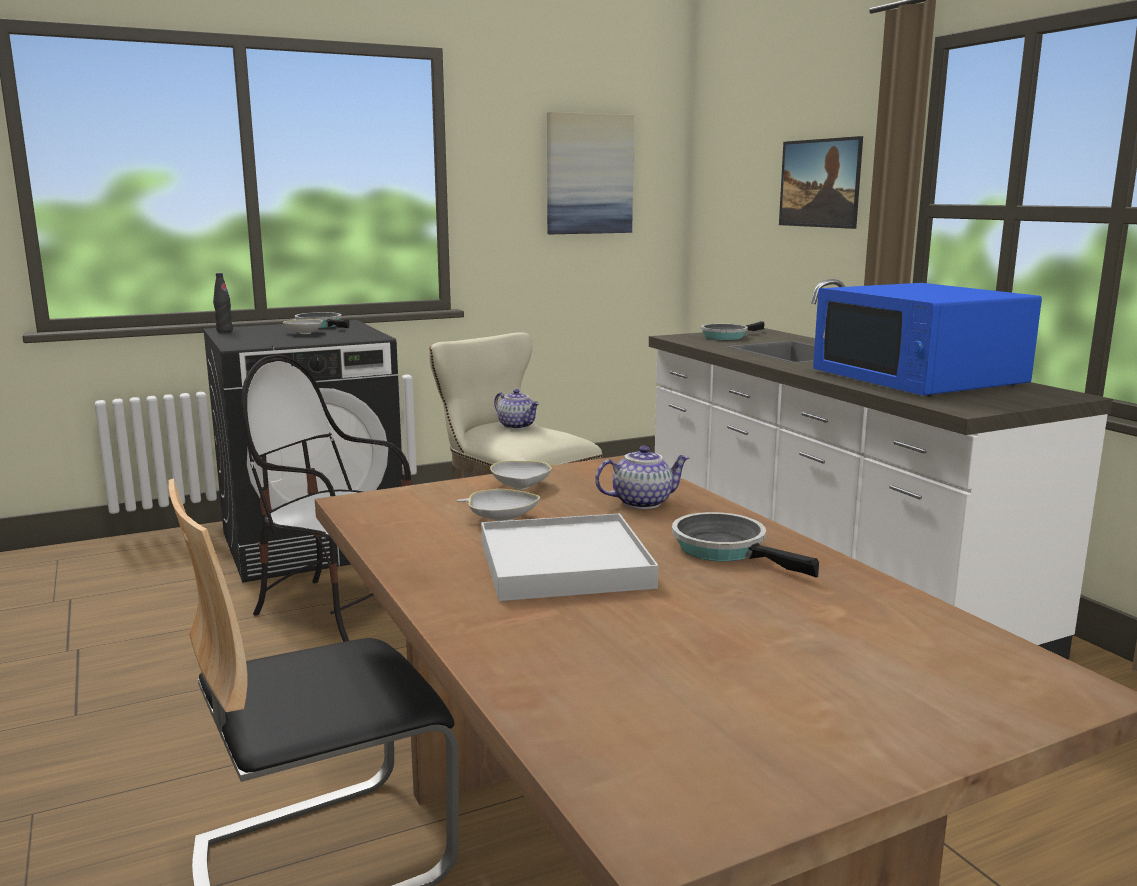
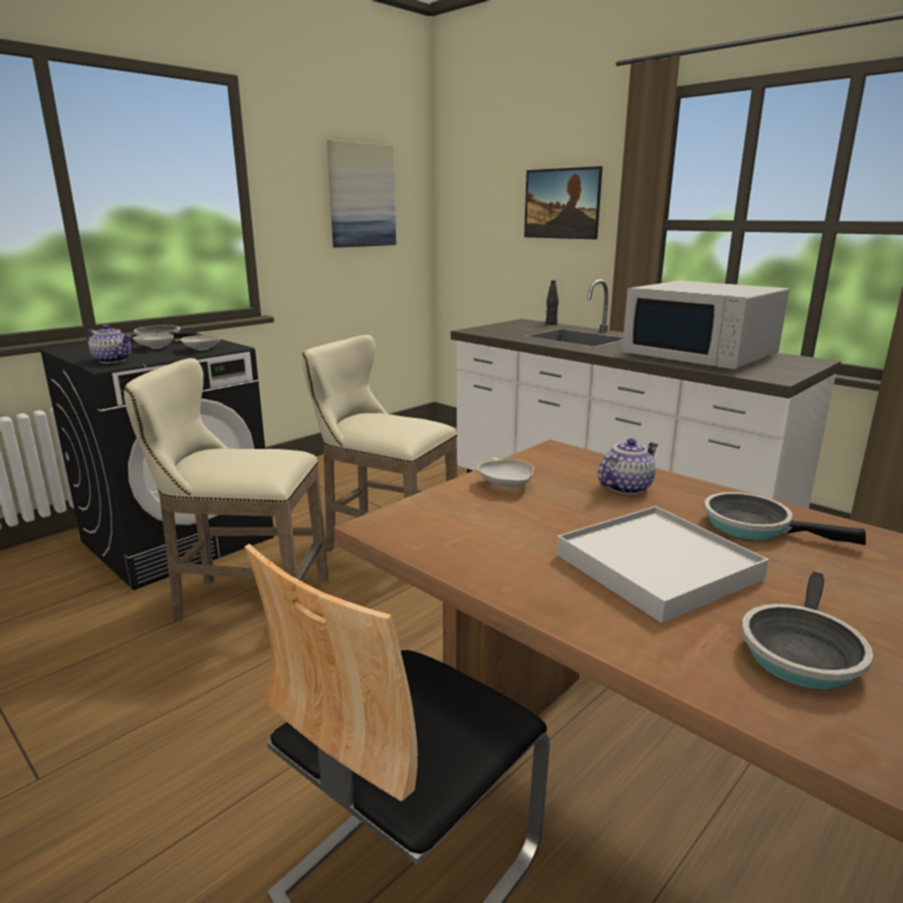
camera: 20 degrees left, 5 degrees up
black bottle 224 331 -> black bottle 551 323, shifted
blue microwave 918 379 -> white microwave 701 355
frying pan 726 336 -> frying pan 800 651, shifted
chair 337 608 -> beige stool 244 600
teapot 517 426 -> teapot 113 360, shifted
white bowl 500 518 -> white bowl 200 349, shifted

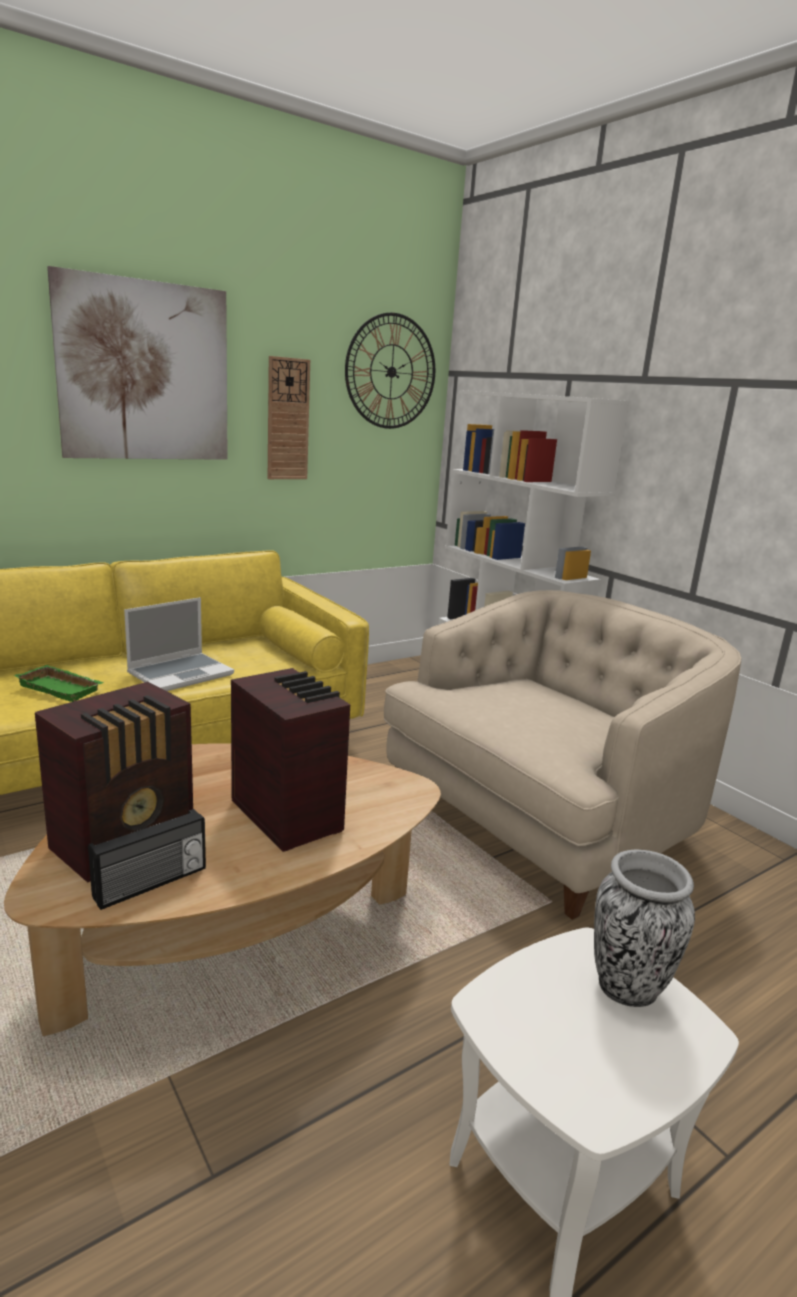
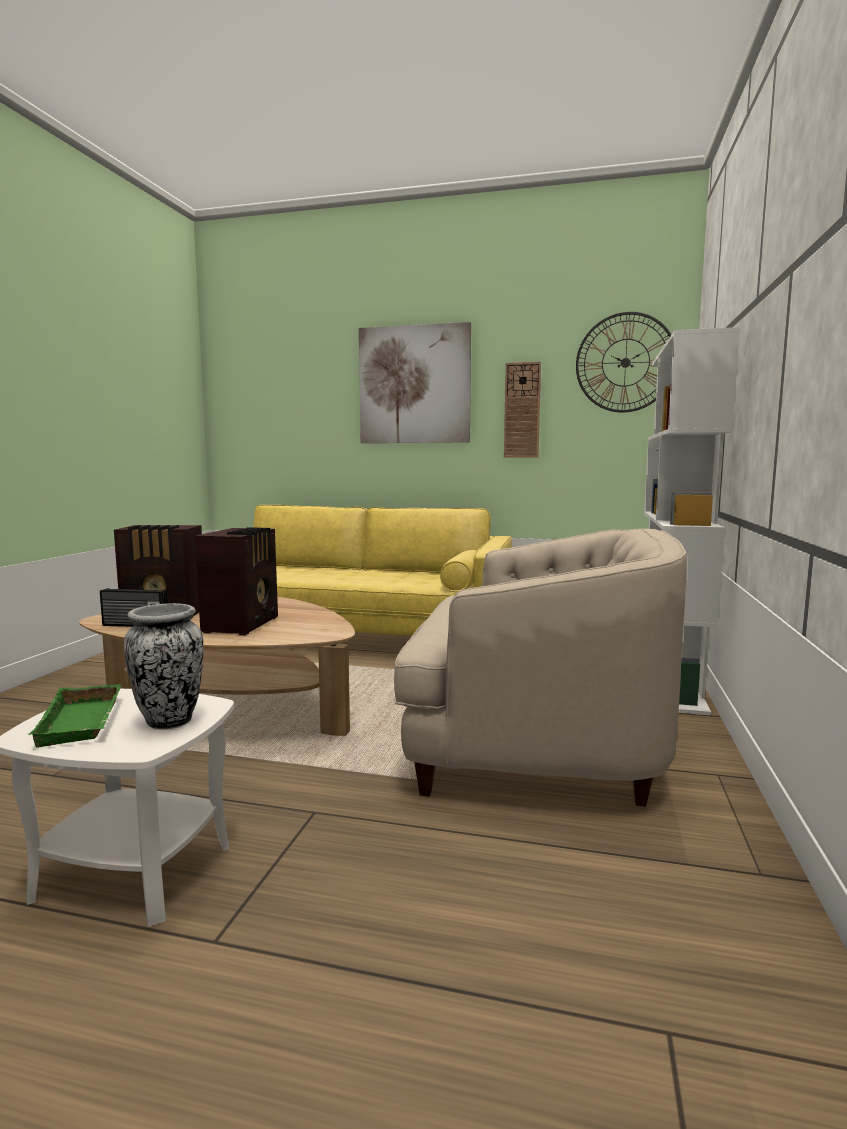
camera: 50 degrees right, 10 degrees down
laptop 181 673 -> none
green tray 62 688 -> green tray 84 722, shifted

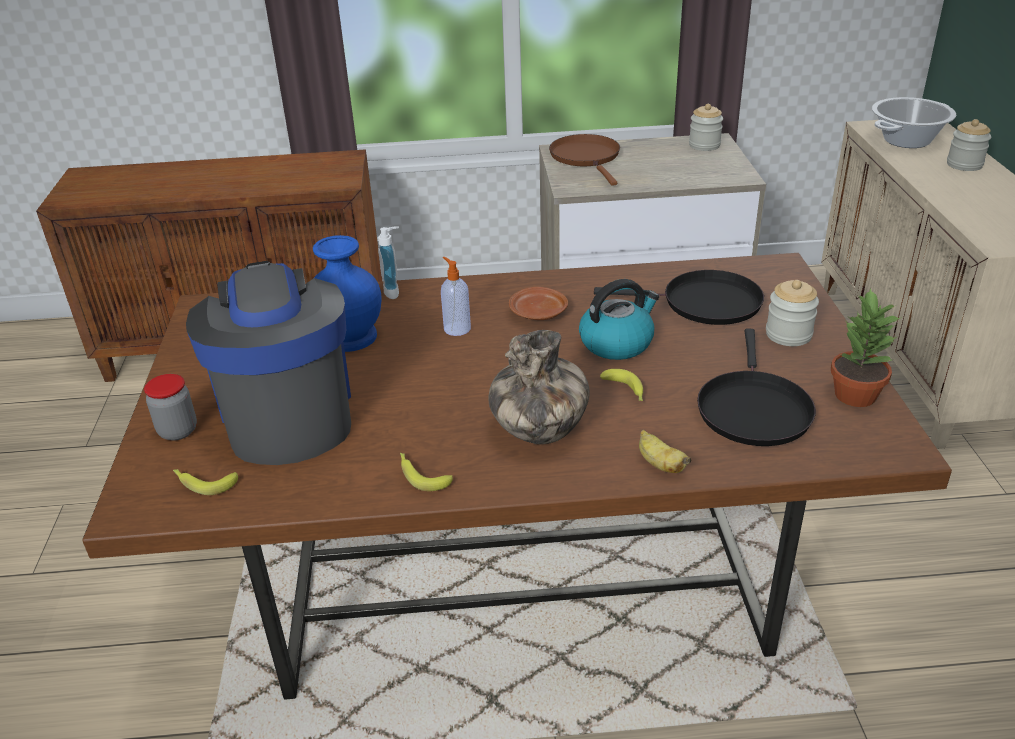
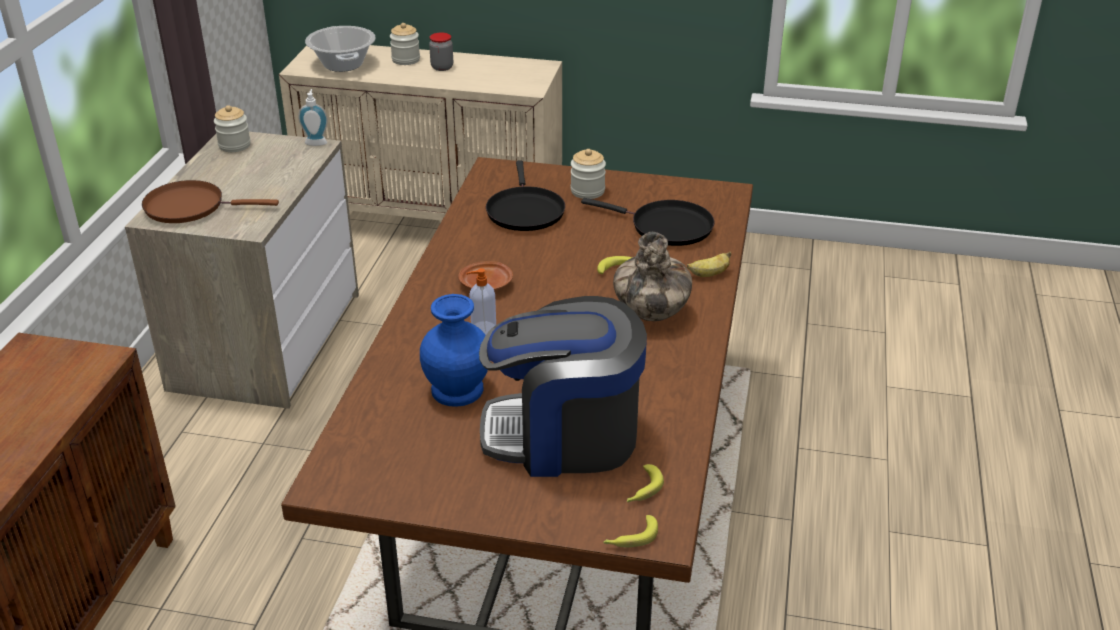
camera: 75 degrees left, 0 degrees up
soap dispenser 394 291 -> soap dispenser 316 142, shifted
black frying pan 704 303 -> black frying pan 524 211, 150 degrees clockwise
kettle 617 342 -> none
potted plant 854 394 -> none
jar 178 431 -> jar 442 67, shifted
banana 421 475 -> banana 630 538, shifted

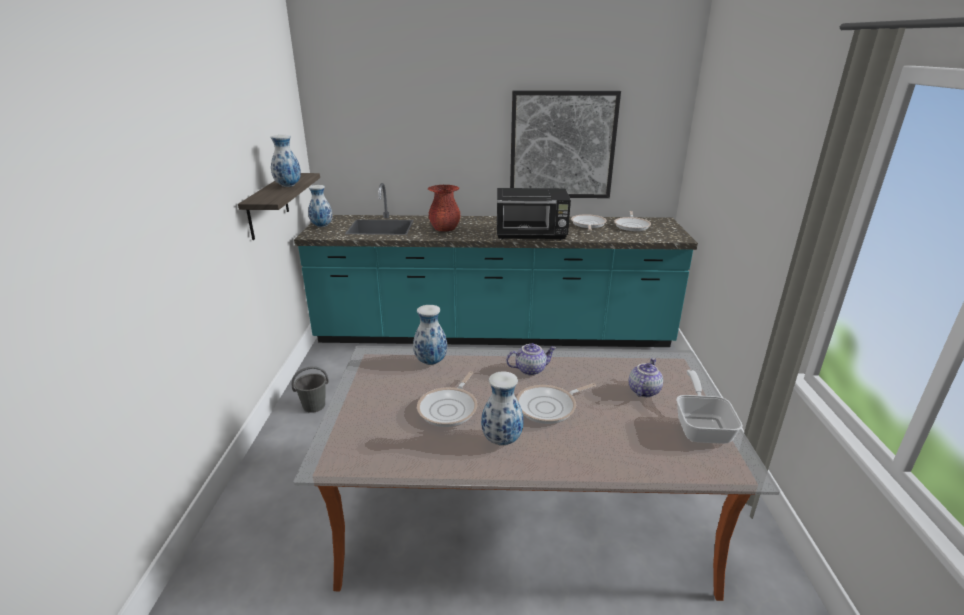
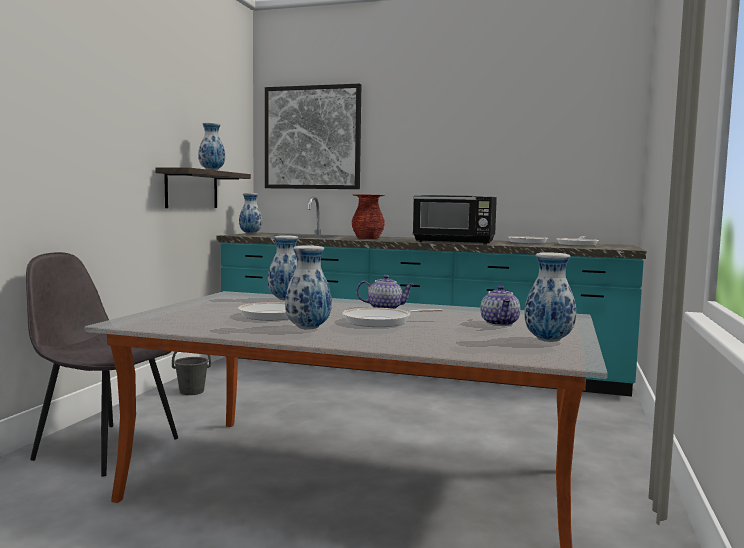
camera: 15 degrees right, 20 degrees down
picture 562 145 -> picture 312 138, shifted
teapot 643 390 -> teapot 500 323, 135 degrees clockwise
frying pan 702 426 -> vase 549 340
none -> grey chair 104 448

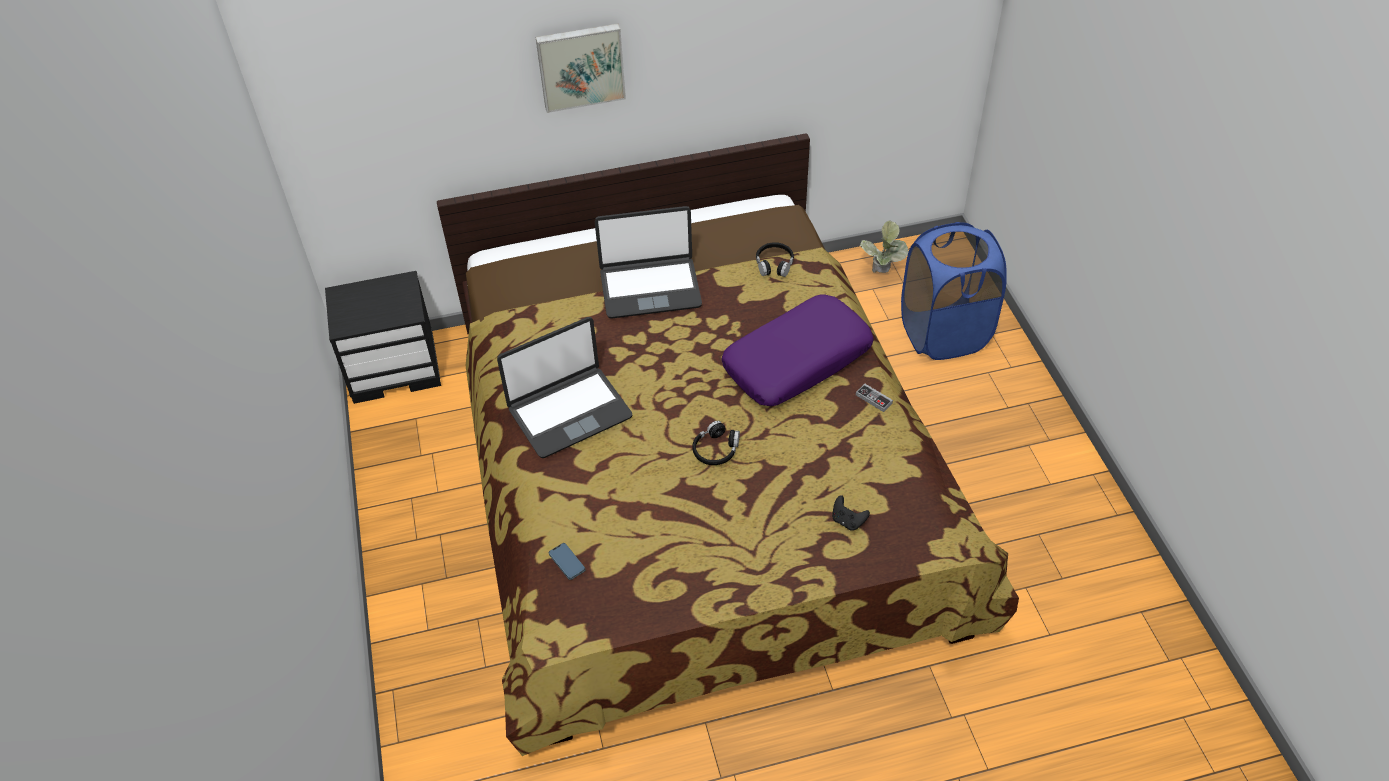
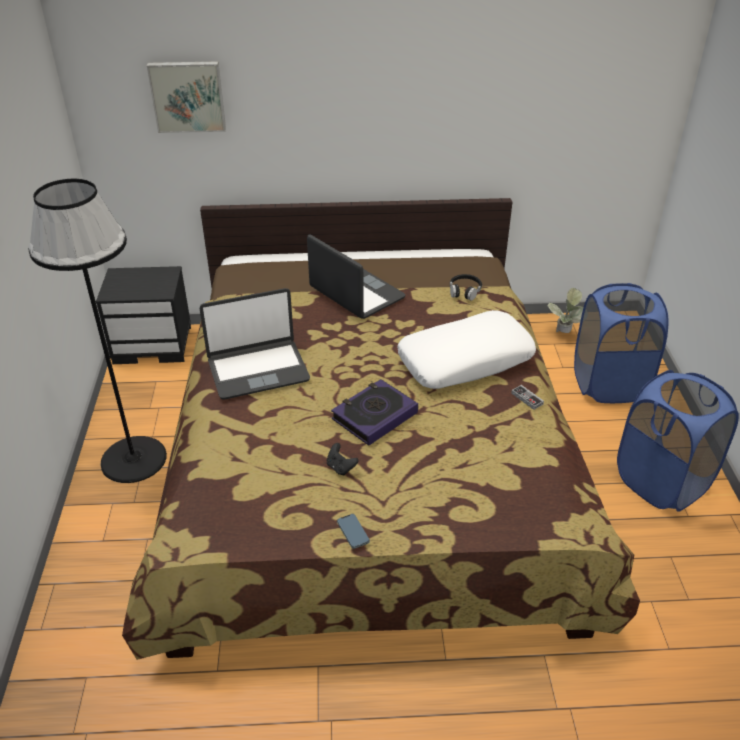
camera: 10 degrees right, 10 degrees down
picture 580 66 -> picture 188 96, shifted
laptop 650 288 -> laptop 356 293, 135 degrees counterclockwise
purple pillow 797 360 -> white pillow 465 360
black headphones 716 450 -> book 374 416
black game controller 848 521 -> black game controller 340 467, shifted
phone 567 562 -> phone 353 532, shifted
none -> black floor lamp 133 459
none -> blue laundry basket 662 482

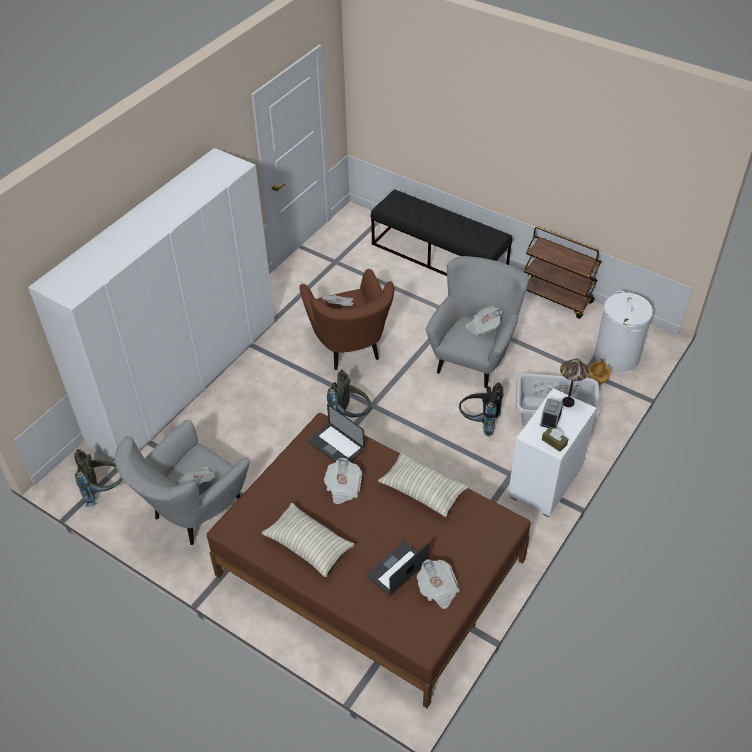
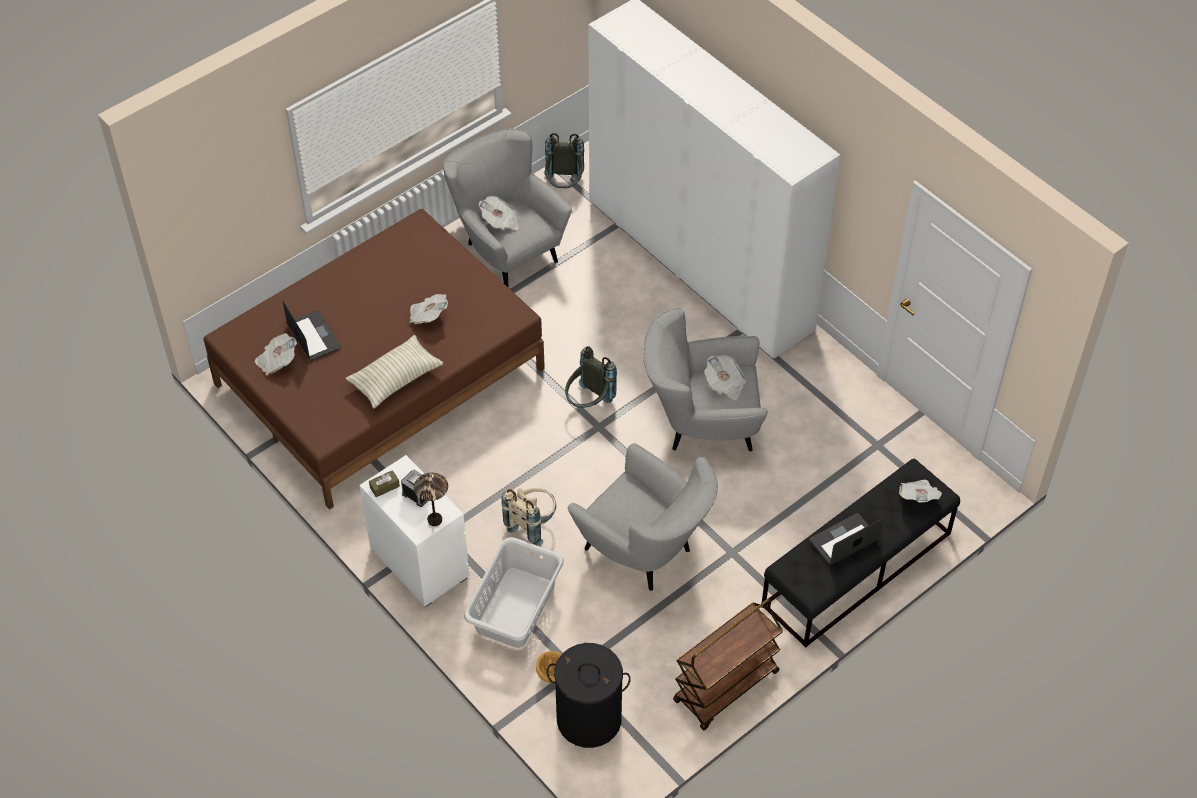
camera: 105 degrees right, 5 degrees up
brown armchair 349 348 -> grey armchair 702 425
white laundry basket 617 356 -> black laundry basket 588 719
newspaper 483 327 -> newspaper 918 497, shifted
black backpack 479 422 -> beige backpack 532 524
laptop 336 446 -> laptop 844 540, shifted
pillow 308 545 -> none

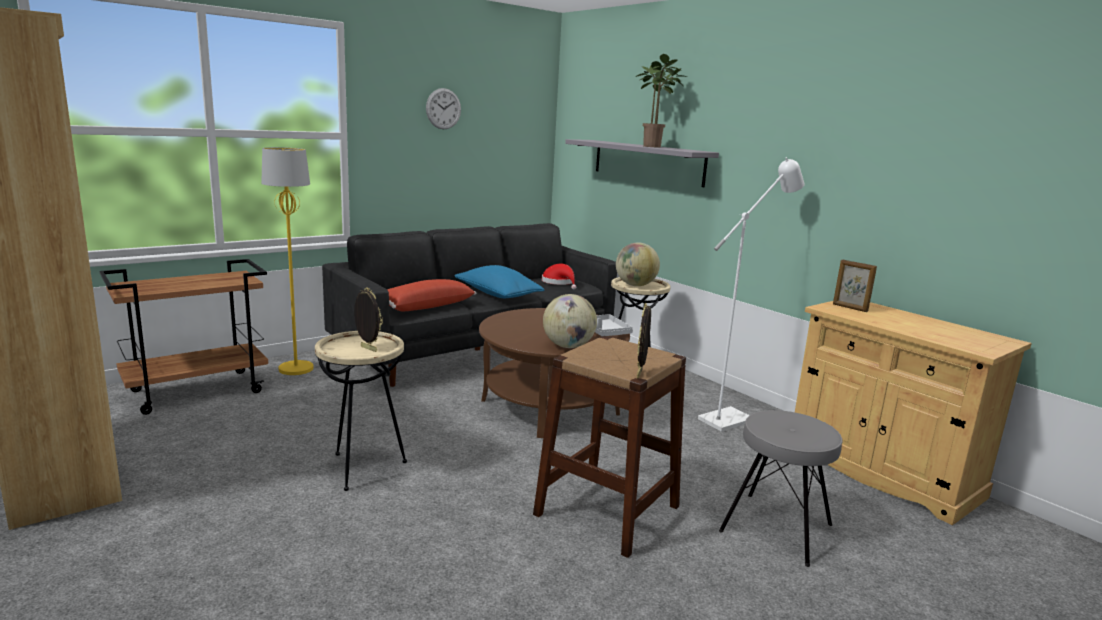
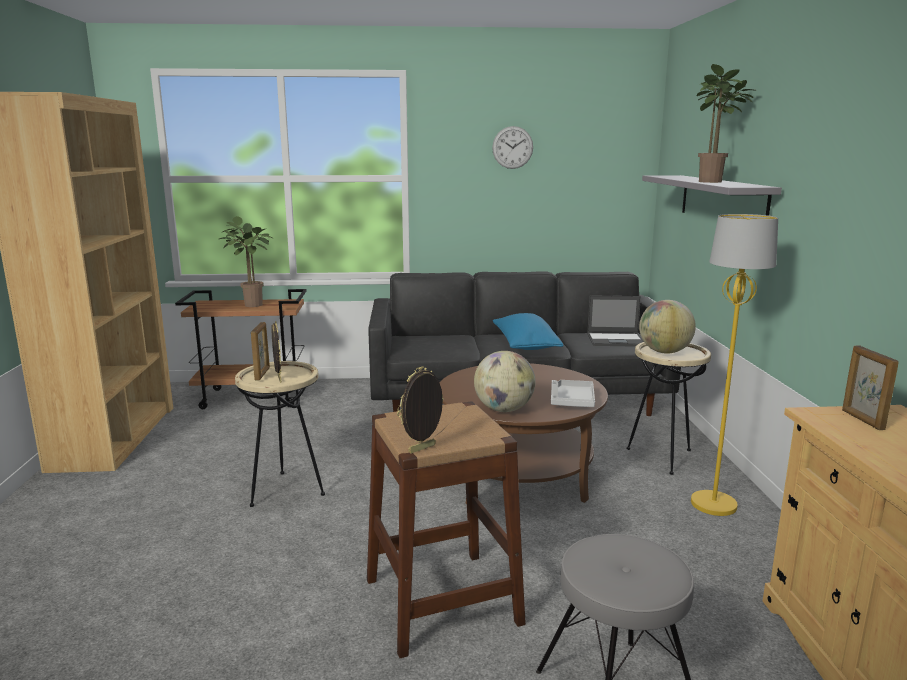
camera: 35 degrees right, 0 degrees up
yellow floor lamp 296 369 -> yellow floor lamp 713 504, shifted
white floor lamp 732 418 -> none
red hat 559 283 -> laptop 616 340
red pillow 425 306 -> none
none -> potted plant 250 305
none -> picture frame 262 374

